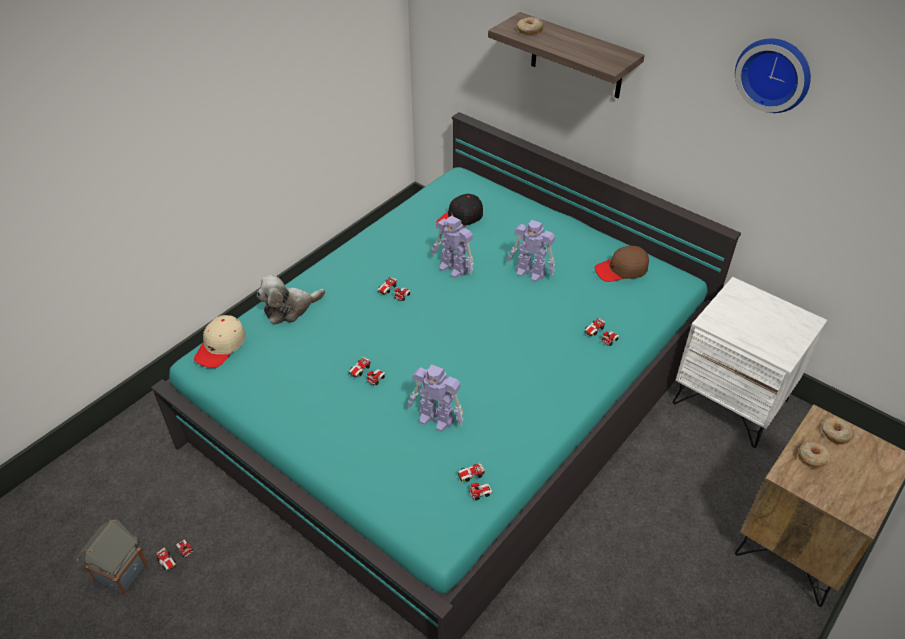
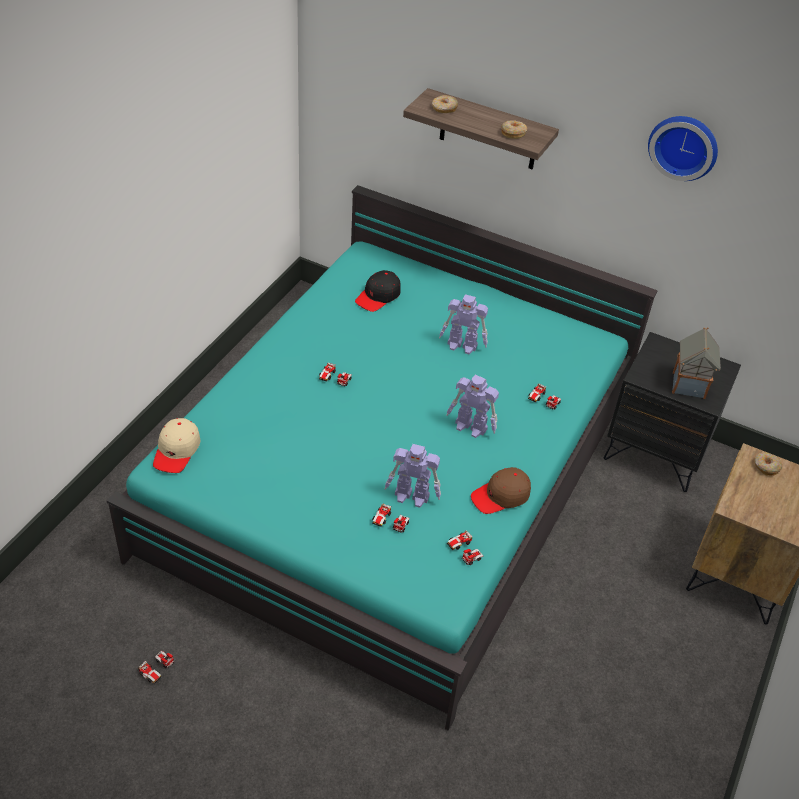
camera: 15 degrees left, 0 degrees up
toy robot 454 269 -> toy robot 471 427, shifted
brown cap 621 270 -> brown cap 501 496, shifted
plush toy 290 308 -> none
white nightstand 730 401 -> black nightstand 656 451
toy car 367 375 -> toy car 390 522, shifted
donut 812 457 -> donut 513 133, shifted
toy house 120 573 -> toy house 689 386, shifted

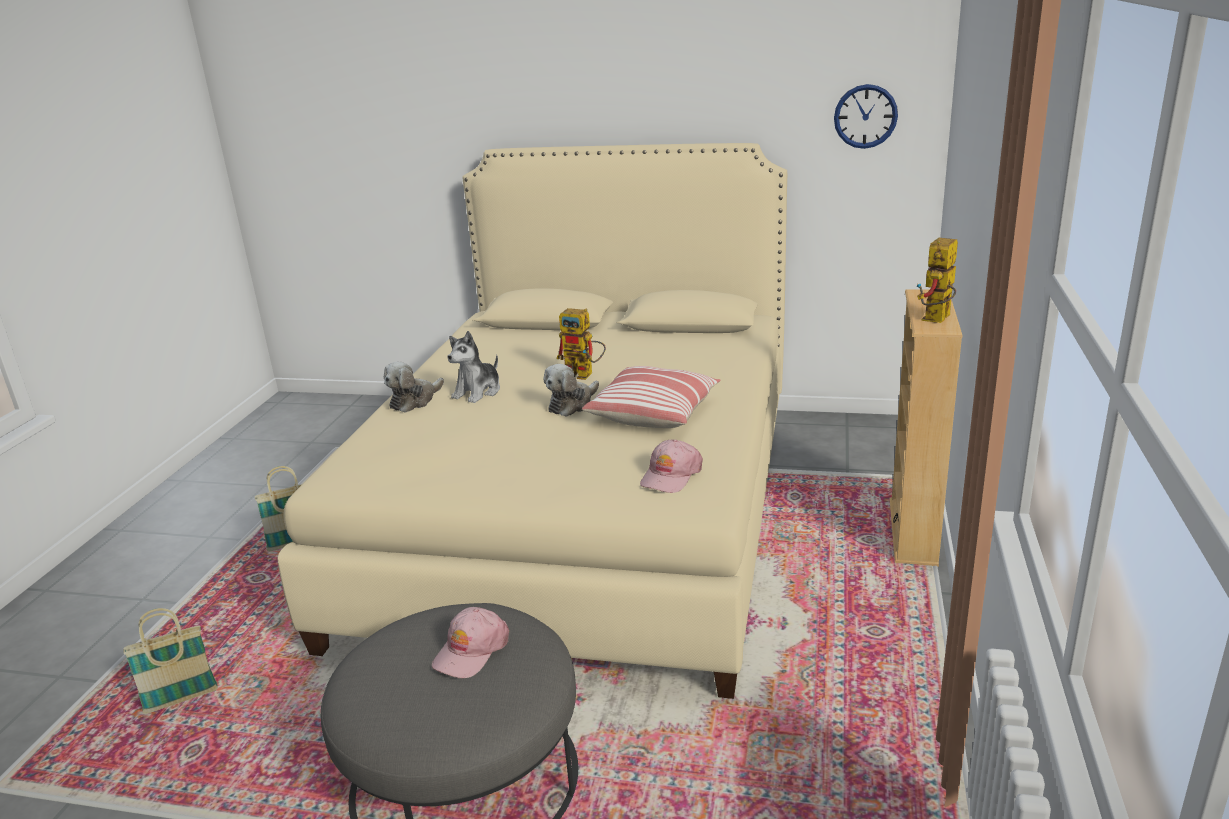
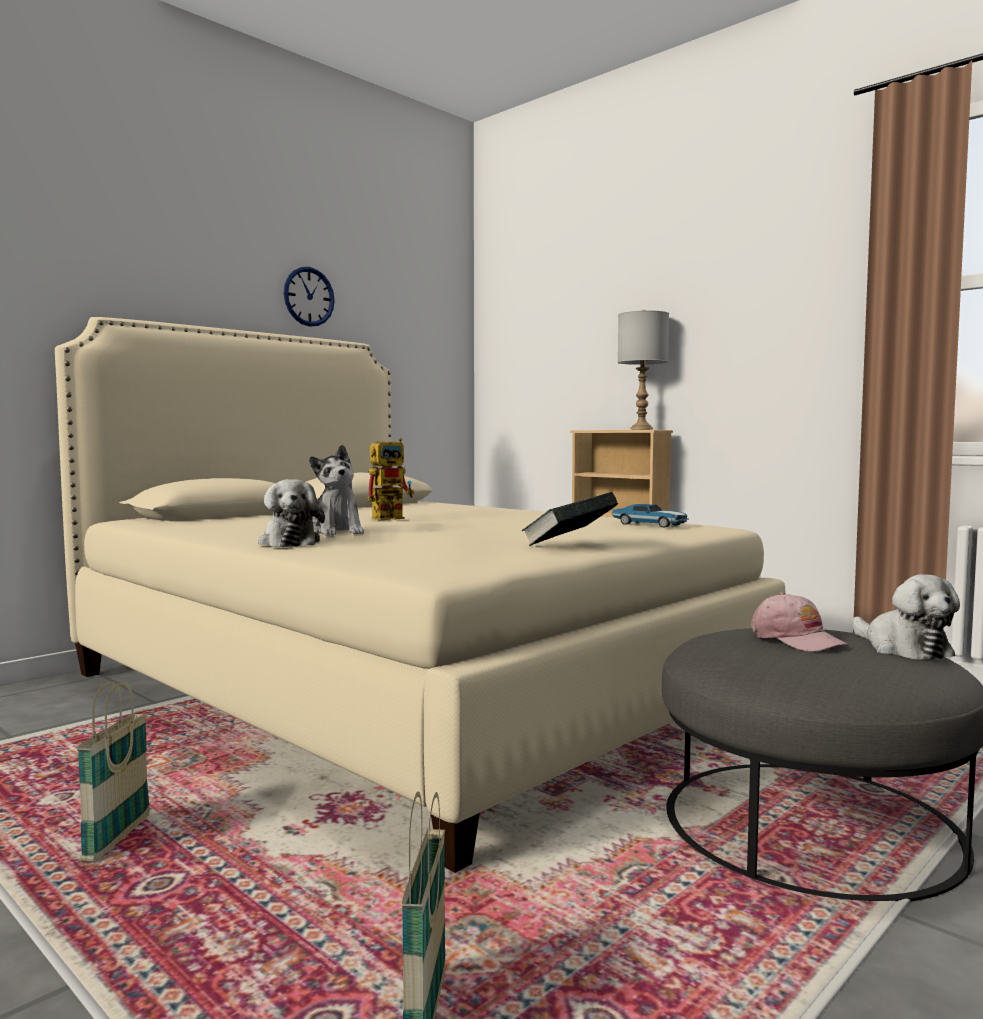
camera: 60 degrees left, 20 degrees down
wall clock 865 116 -> wall clock 309 296, shifted
toy robot 937 320 -> grey table lamp 642 429
plush toy 572 404 -> plush toy 903 648, shifted
pillow 653 413 -> none
pink cap 670 475 -> toy car 651 525
none -> book 569 545

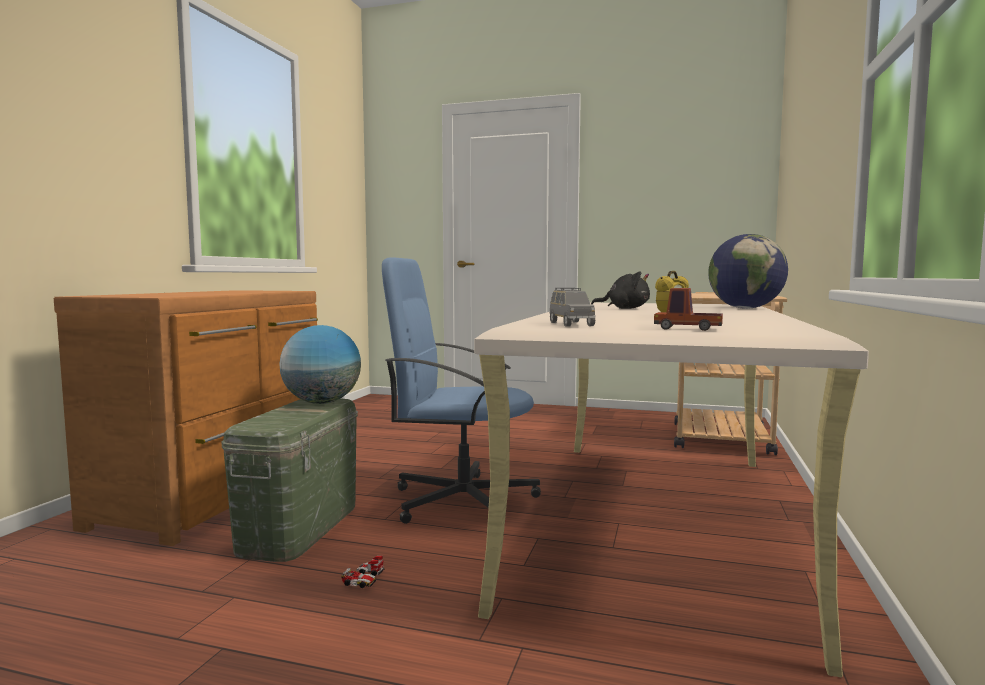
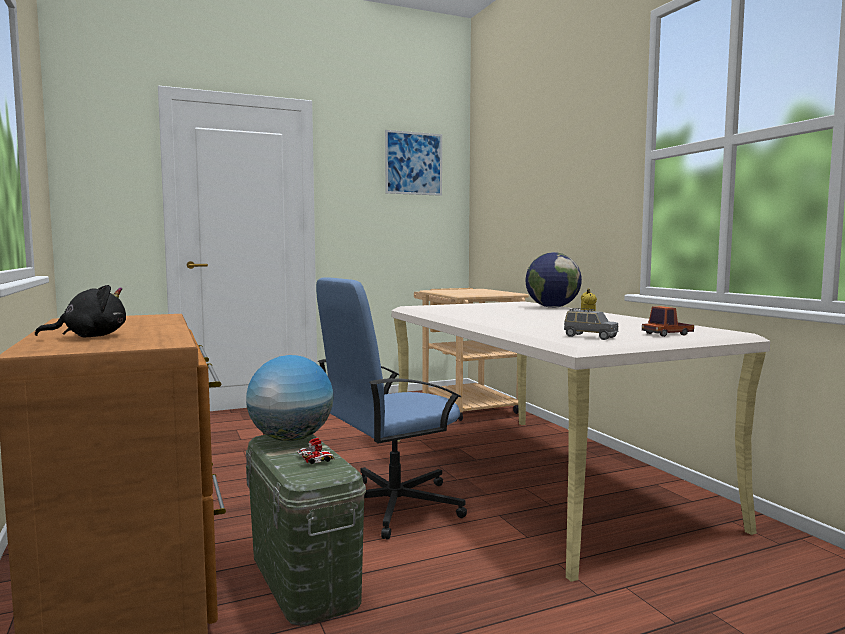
camera: 40 degrees left, 0 degrees up
black plush toy 625 308 -> black plush toy 90 336, shifted
toy car 365 579 -> toy car 315 459, shifted
none -> picture 413 163

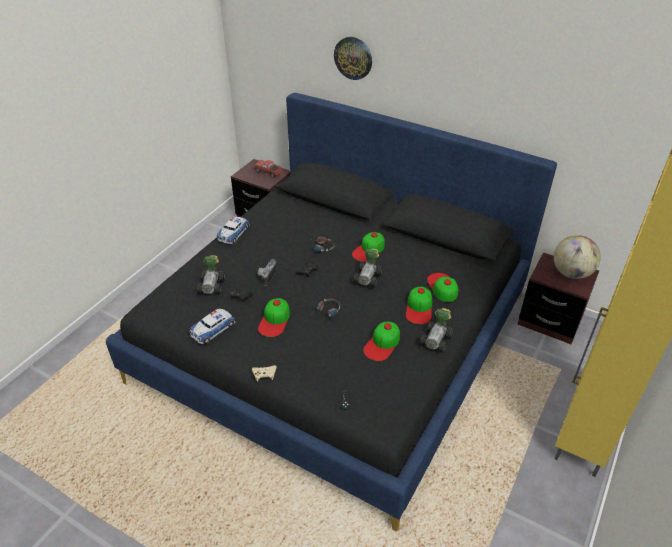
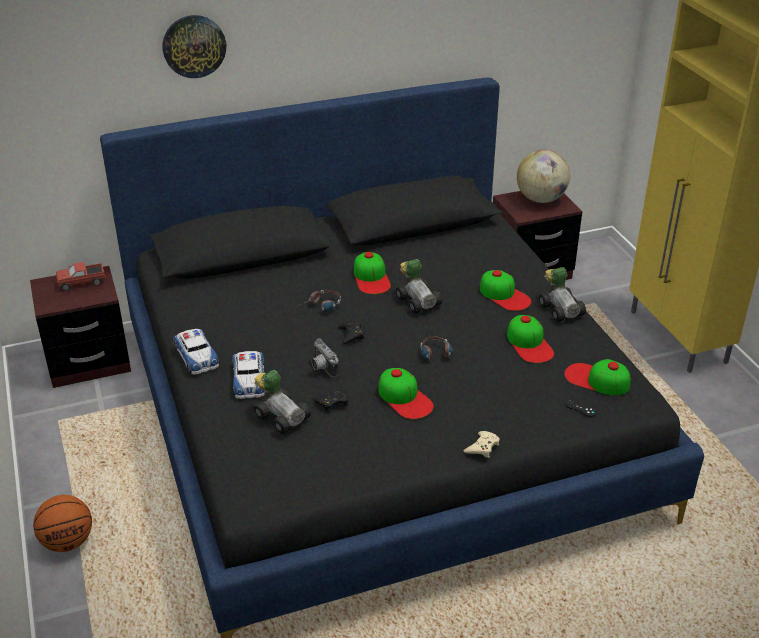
camera: 50 degrees left, 5 degrees down
cap 442 287 -> cap 596 379, shifted
toy car 212 329 -> toy car 249 379, shifted
none -> basketball 67 542

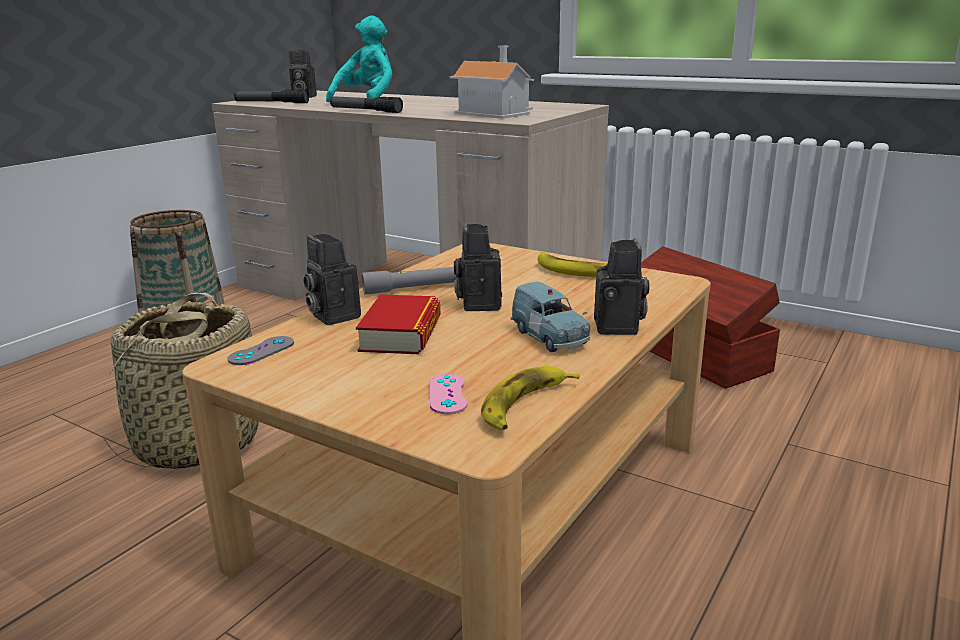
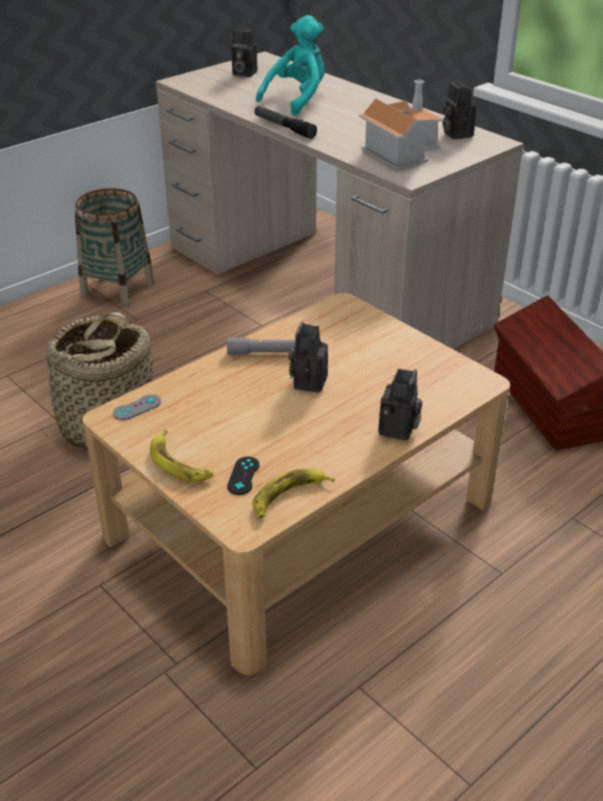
camera: 15 degrees right, 15 degrees up
flashlight 271 103 -> none
photo camera 332 316 -> photo camera 455 134, shifted
banana 575 270 -> banana 179 463, shifted
blue toy car 550 337 -> none
book 401 334 -> none
pink game controller 447 394 -> black game controller 243 476

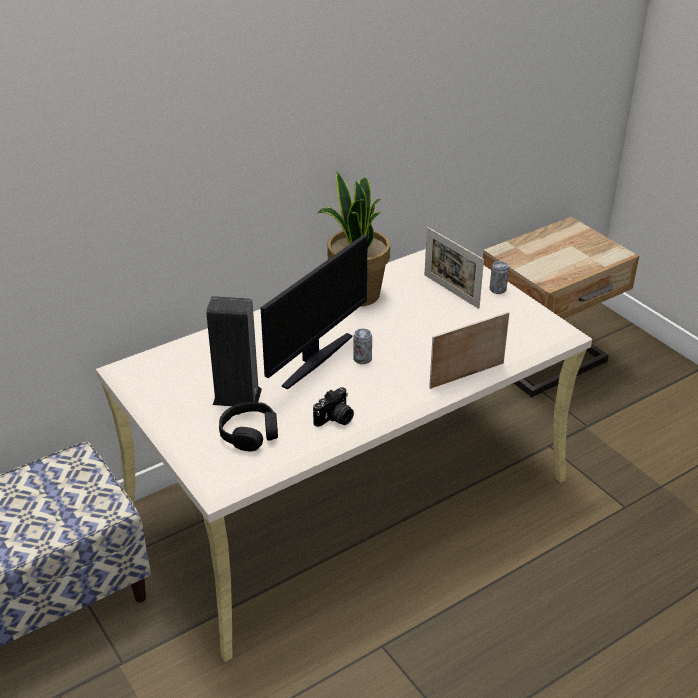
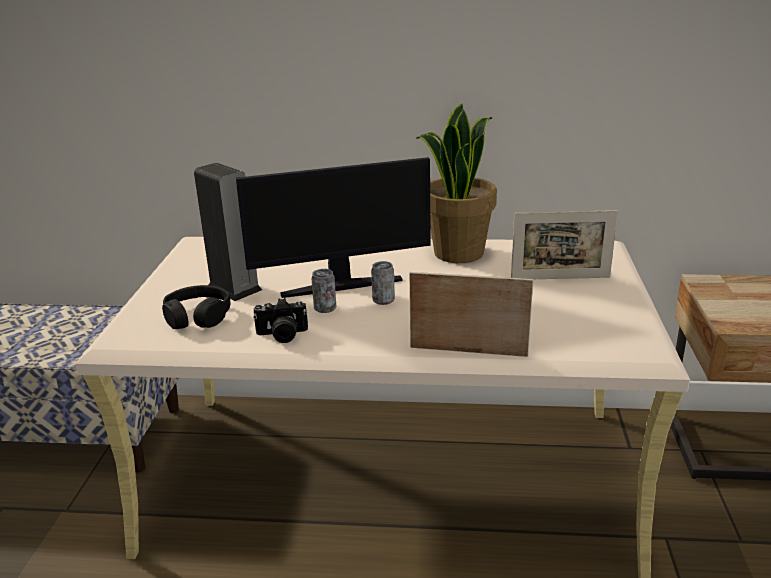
camera: 40 degrees right, 10 degrees down
picture frame 451 291 -> picture frame 560 278, 90 degrees counterclockwise
can 497 290 -> can 325 308, shifted

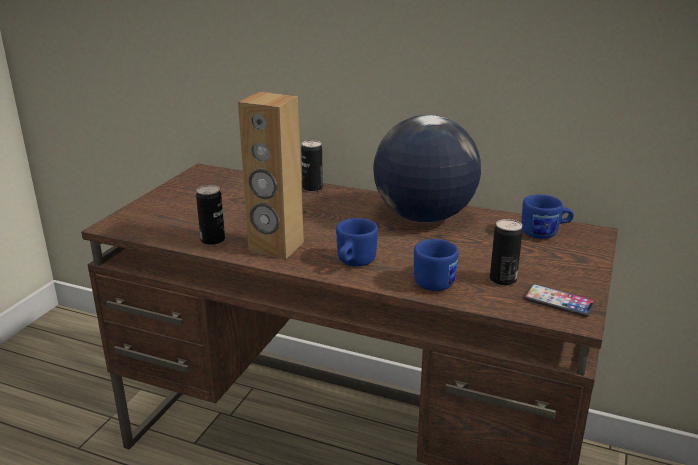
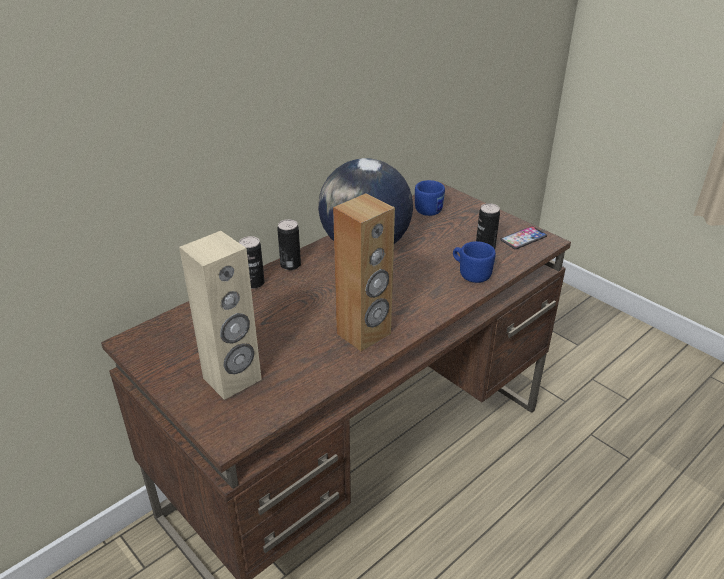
camera: 65 degrees left, 10 degrees up
can 213 240 -> can 290 265, shifted
blue mug 353 263 -> none
none -> beige speaker 232 379

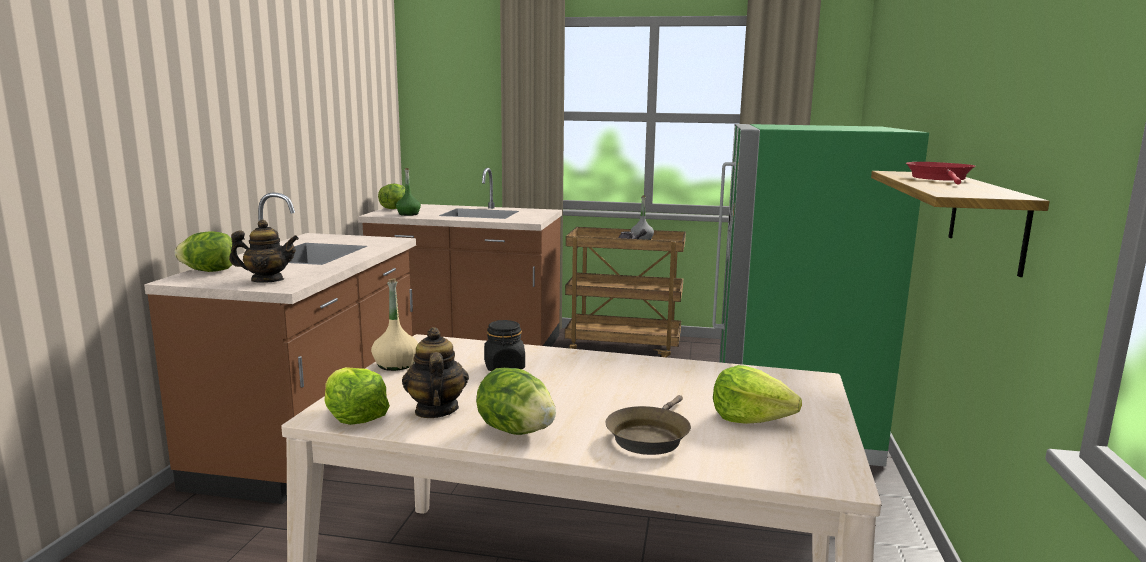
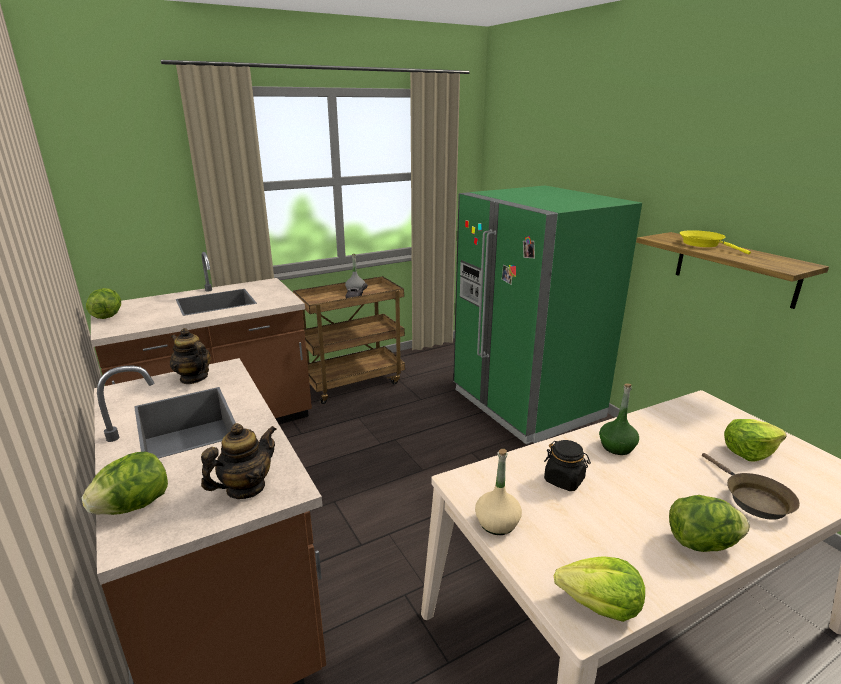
camera: 40 degrees left, 10 degrees up
red frying pan 940 178 -> yellow frying pan 704 244
green bottle 408 214 -> green bottle 616 447, shifted
teapot 436 410 -> teapot 194 378, shifted

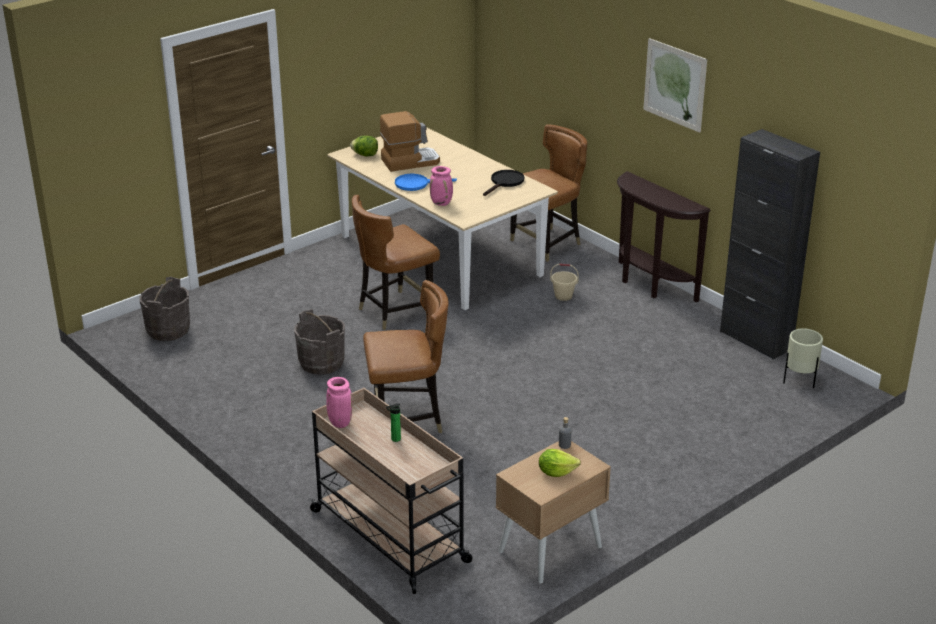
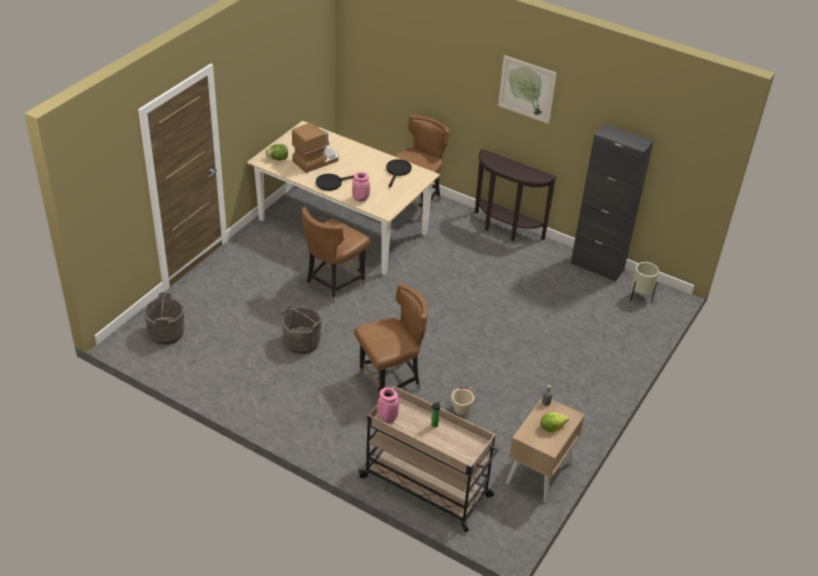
camera: 20 degrees left, 10 degrees up
blue frying pan 416 184 -> black frying pan 332 183
beige bucket 563 296 -> beige bucket 461 409, shifted

